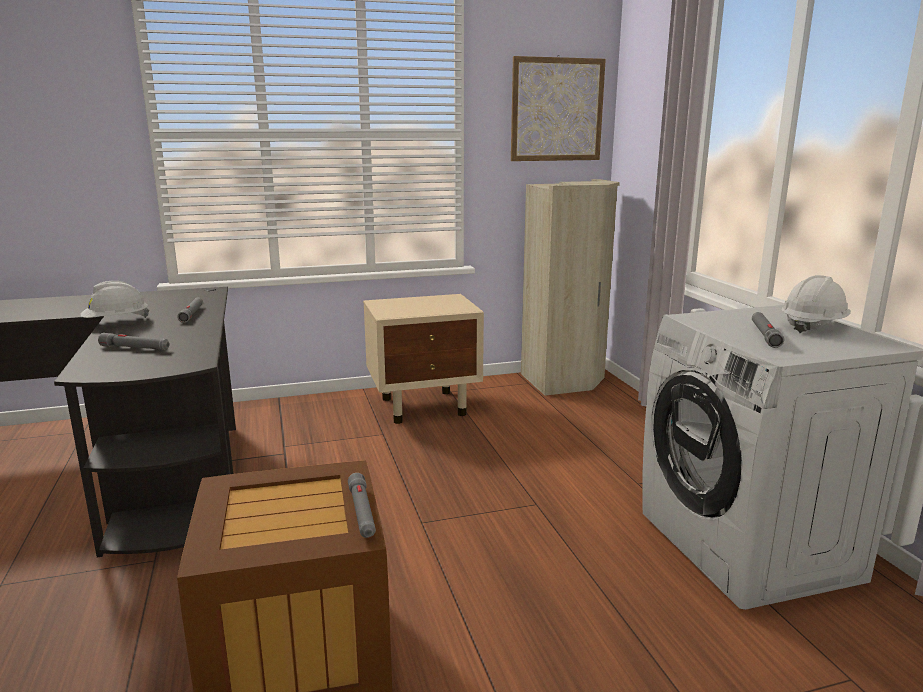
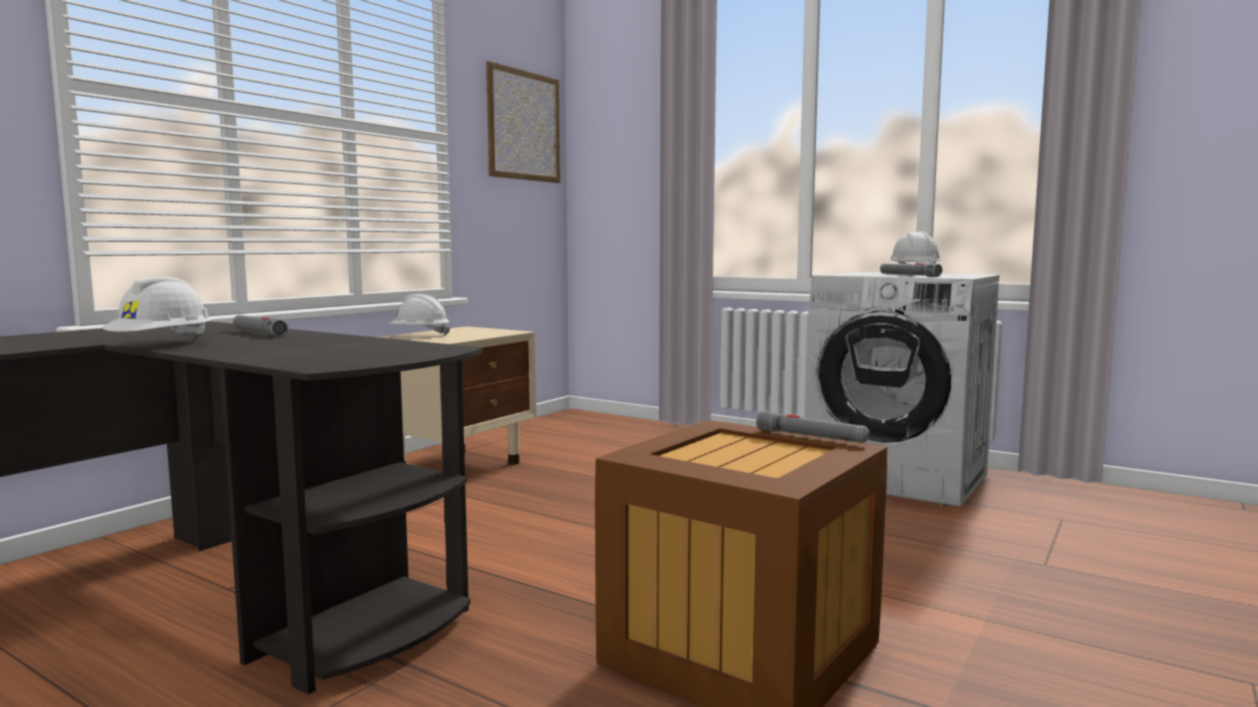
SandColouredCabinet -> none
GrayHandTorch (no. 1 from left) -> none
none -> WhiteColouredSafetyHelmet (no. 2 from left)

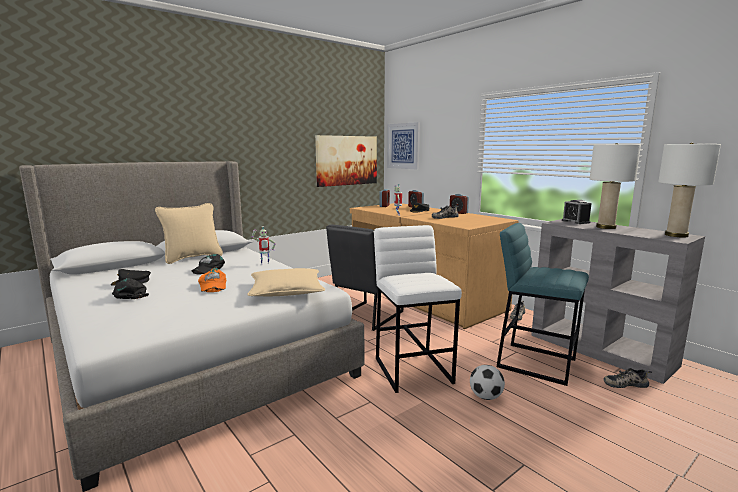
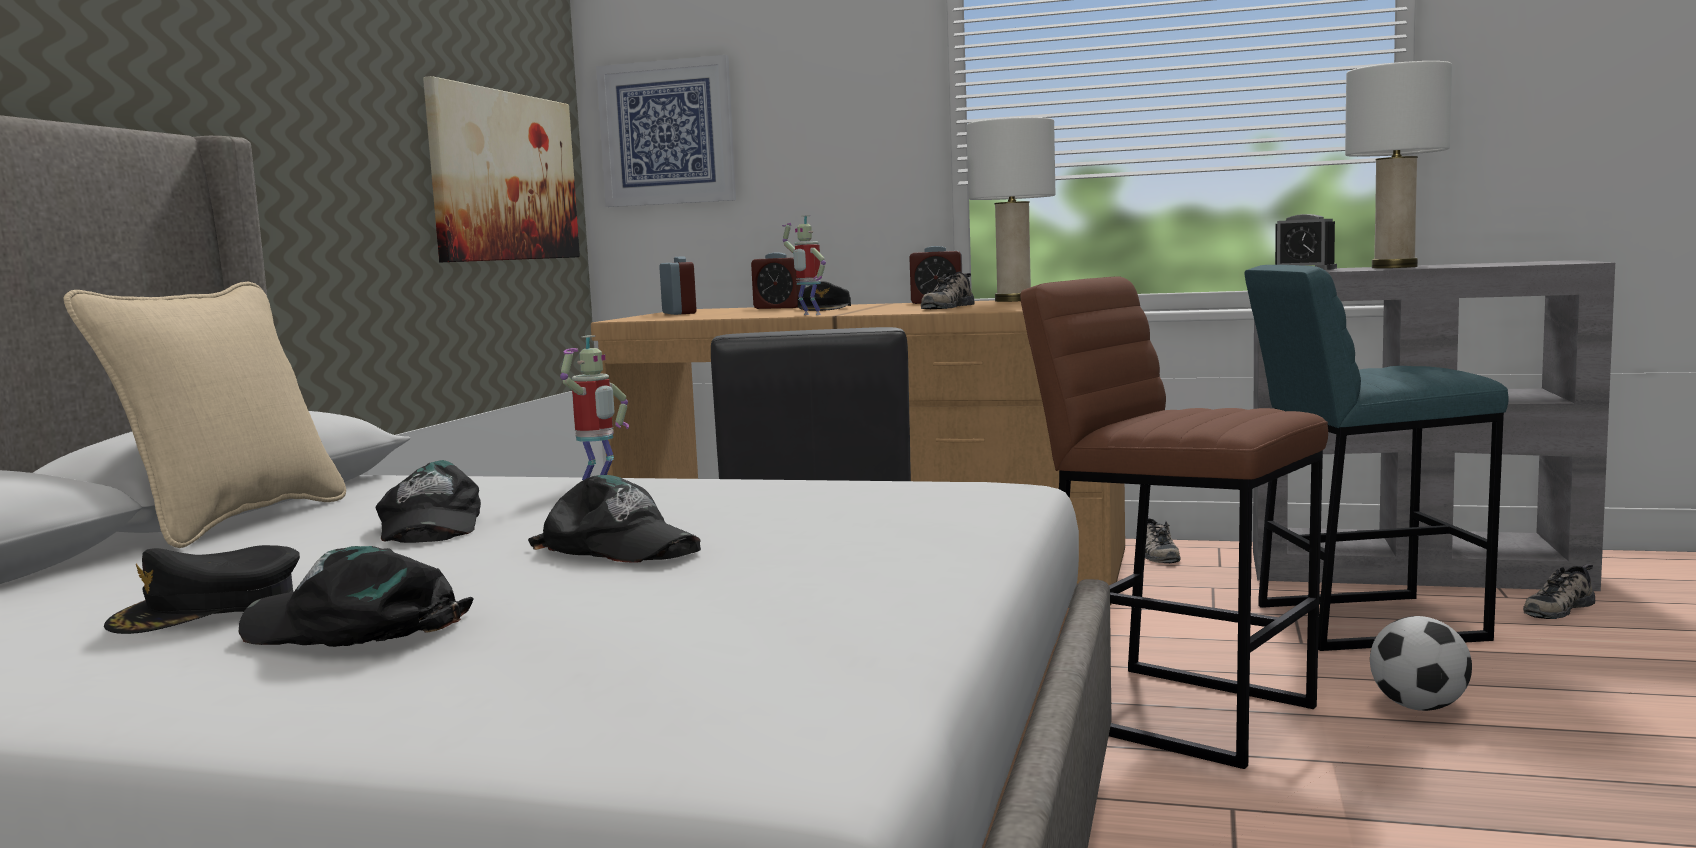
WhiteColouredTabletopLamp (no. 2 from left in the first image) -> WhiteColouredTabletopLamp (no. 1 from left), shifted
WhiteColouredSittingStool -> BrownColouredSittingStool
OrangeyBaseballCap -> BlackBaseballCap (no. 4 from left)
SandColouredCushion (no. 2 from left) -> none

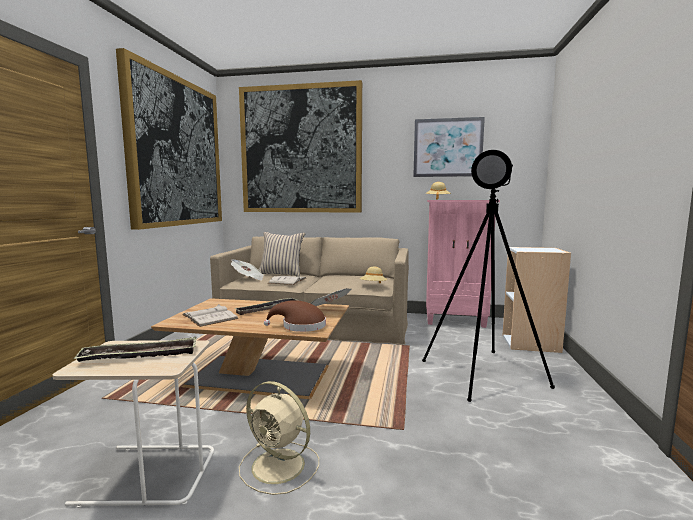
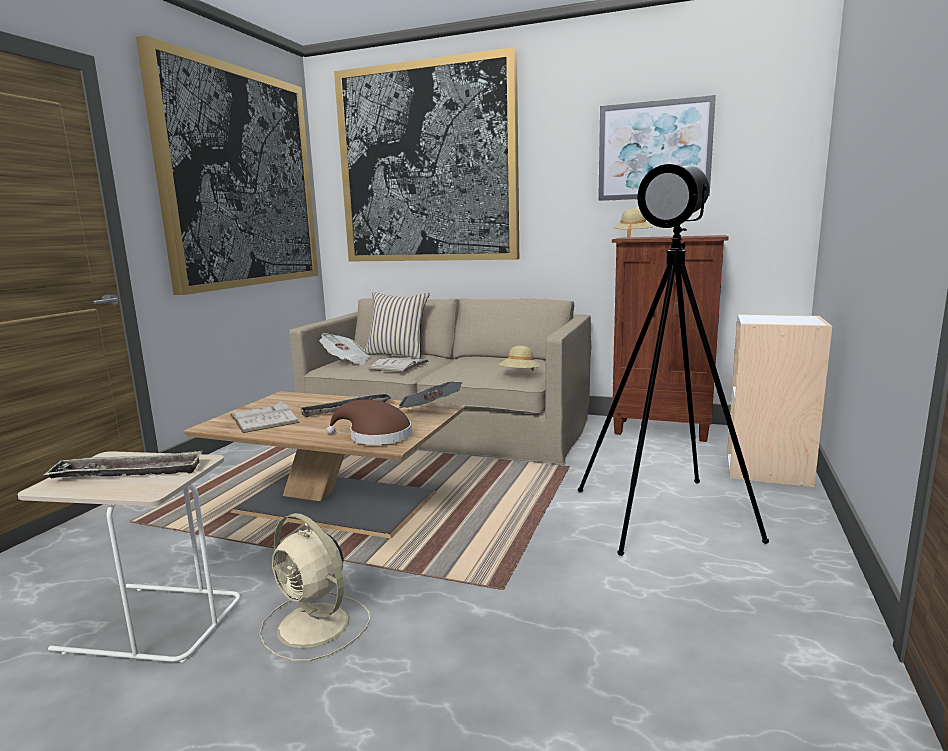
PinkColouredCabinet -> BrownColouredCabinet

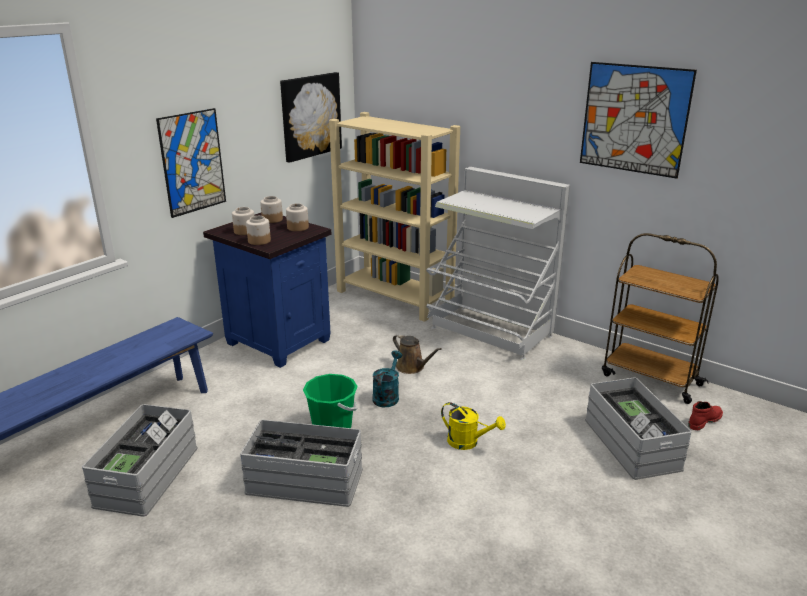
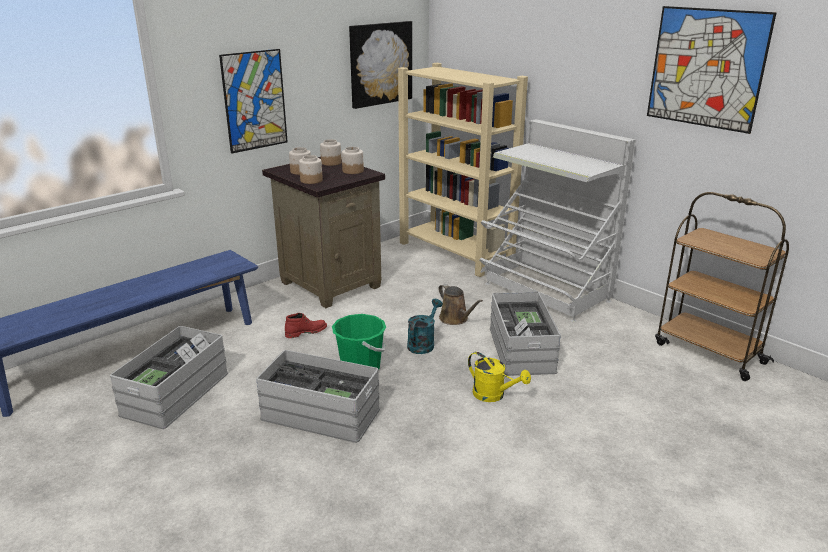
BlueColouredCabinet -> SandColouredCabinet
GrayStorageBox (no. 3 from left), shifted
RedColouredBoot, shifted

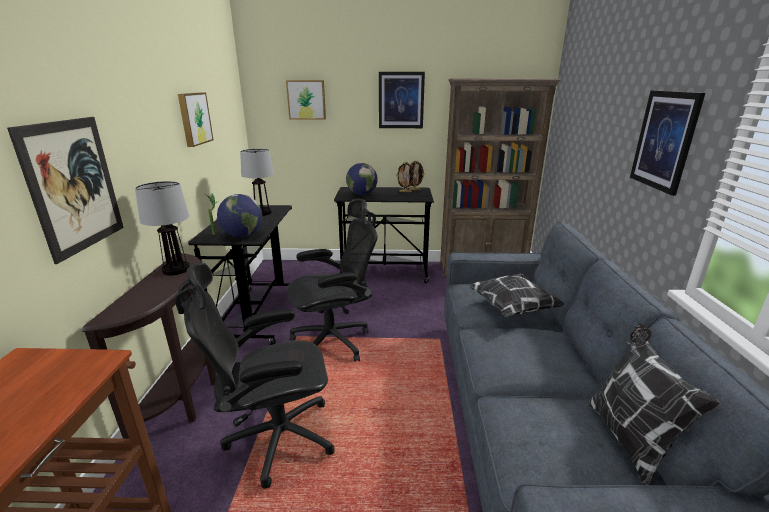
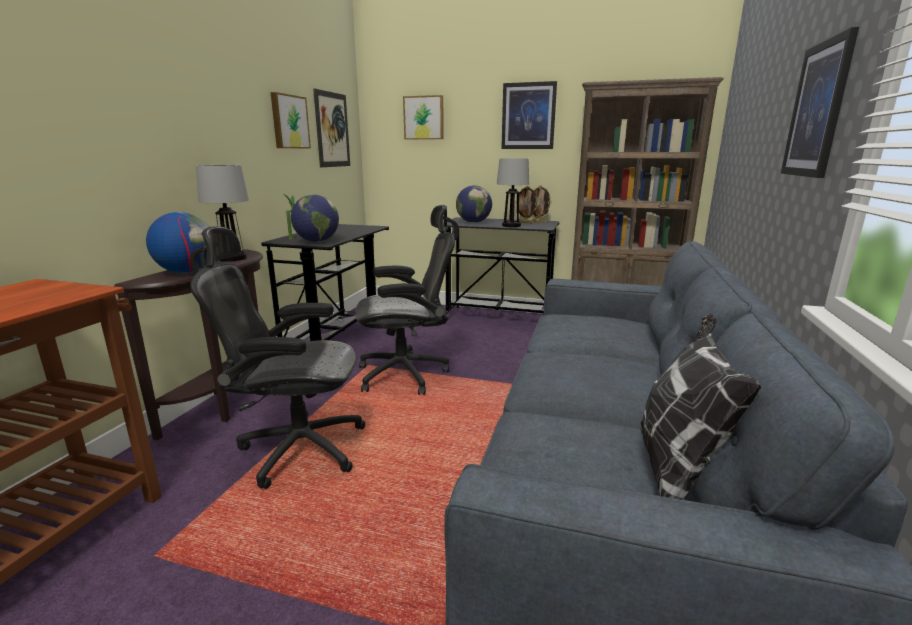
WallArt (no. 1 from left in the first image) -> WallArt (no. 2 from left), shifted
TabletopLamp (no. 2 from left), shifted
Cushion (no. 1 from left) -> none
none -> DeskGlobe (no. 1 from left)

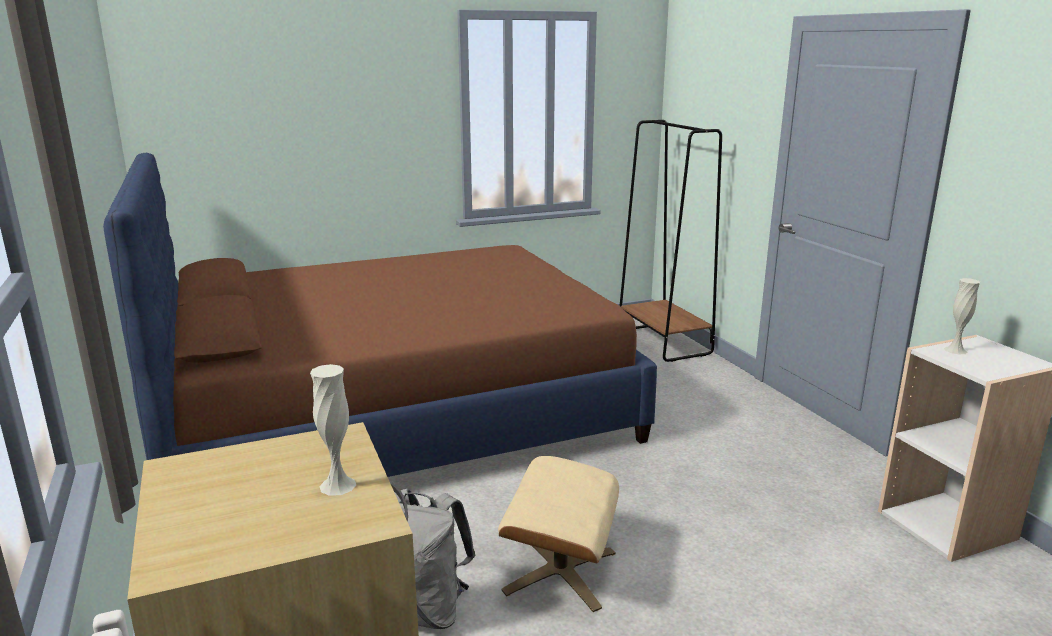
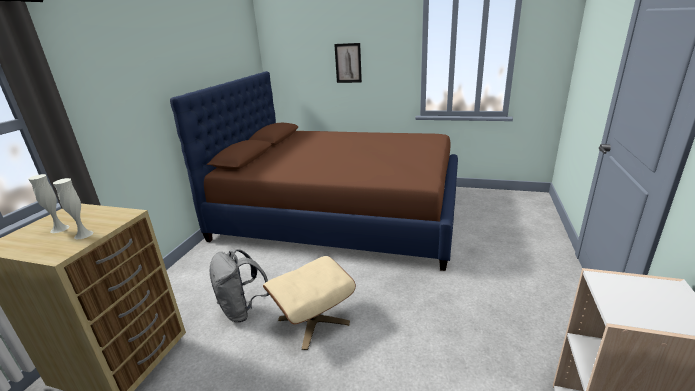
ClothesRack -> none
WhiteColouredFlowerVase (no. 2 from left in the first image) -> WhiteColouredFlowerVase (no. 1 from left), shifted
none -> WallArt

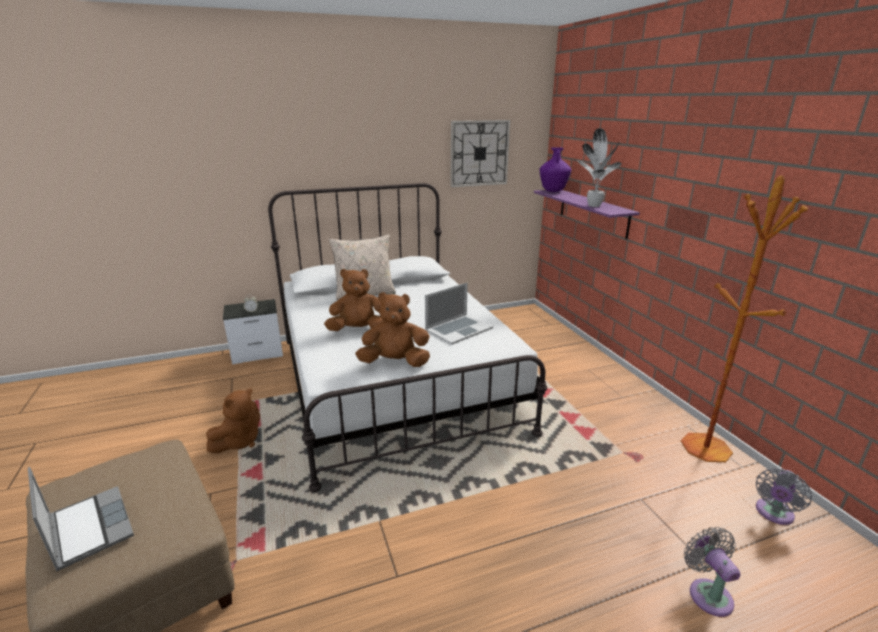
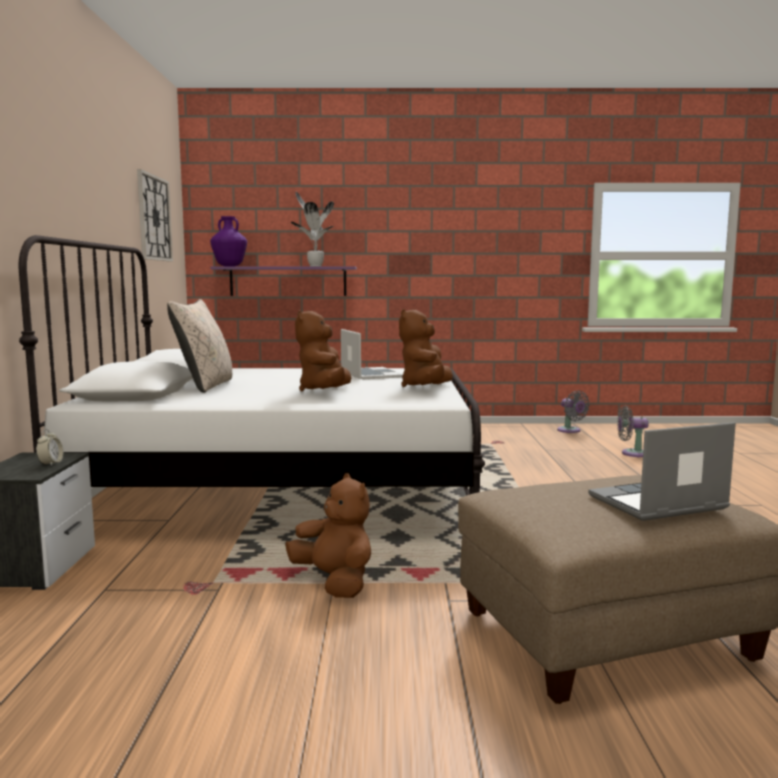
OrangeyClothesRack -> none

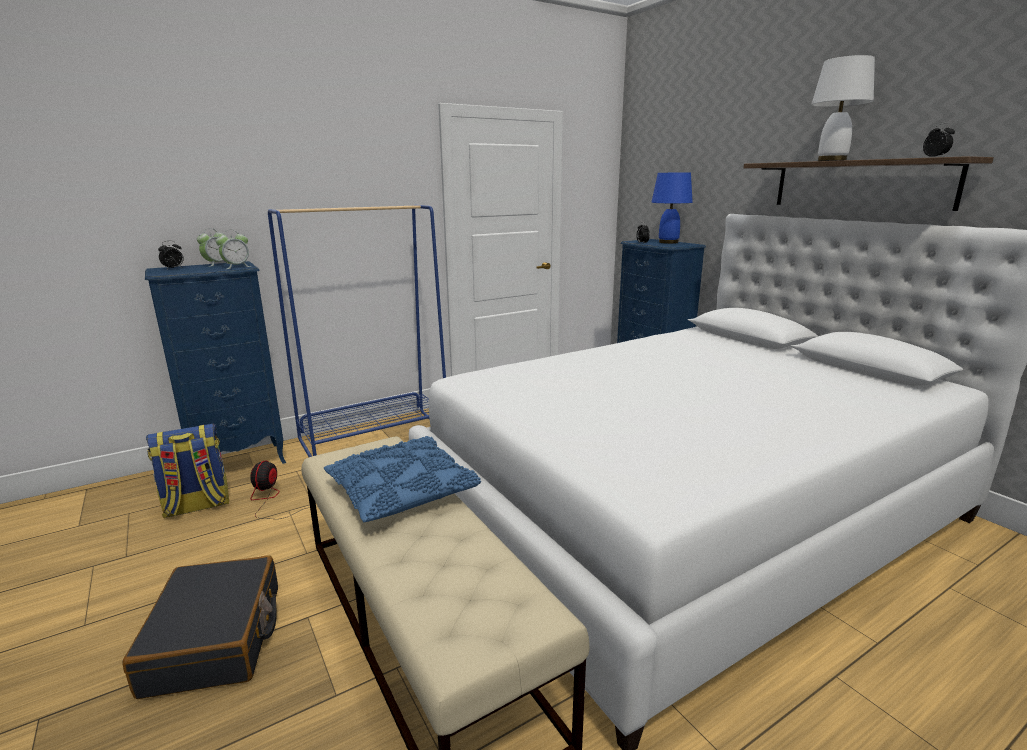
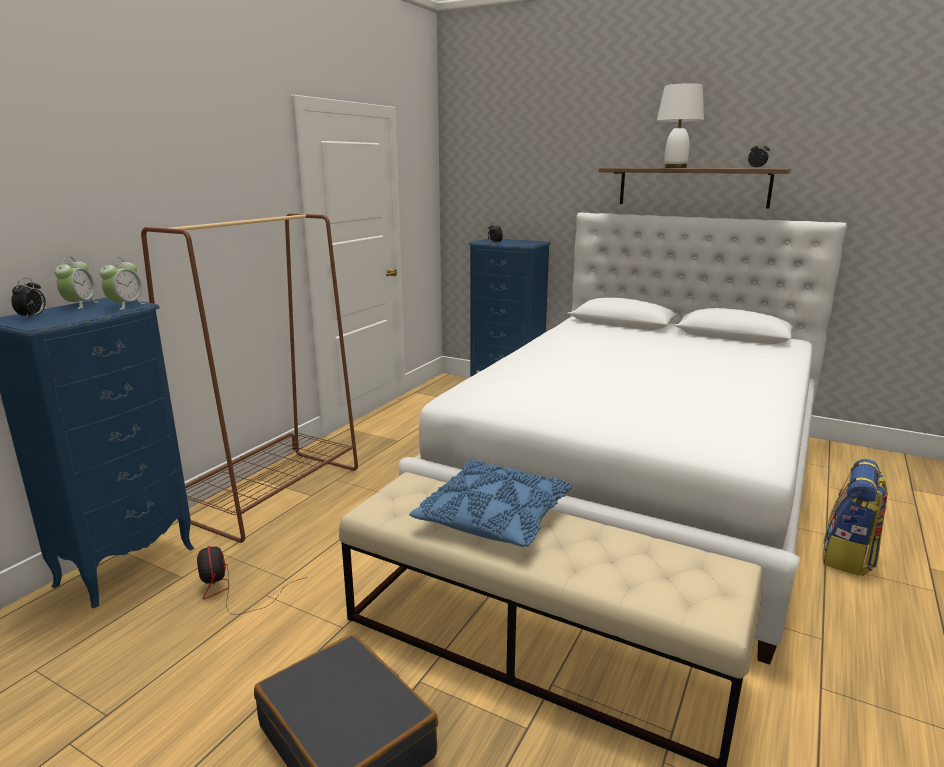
BlueColouredTabletopLamp -> none
BlueColouredClothesRack -> BrownColouredClothesRack
Backpack, shifted

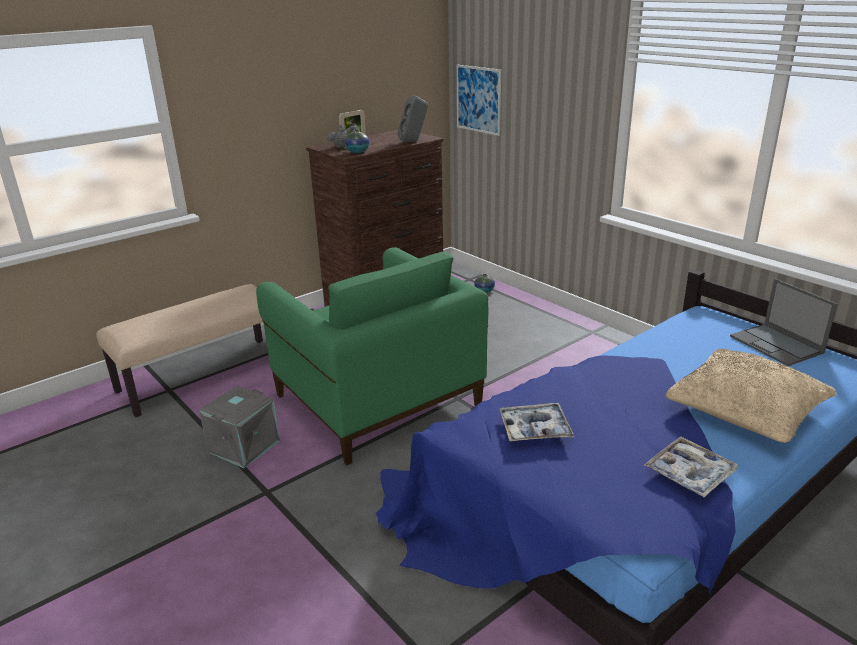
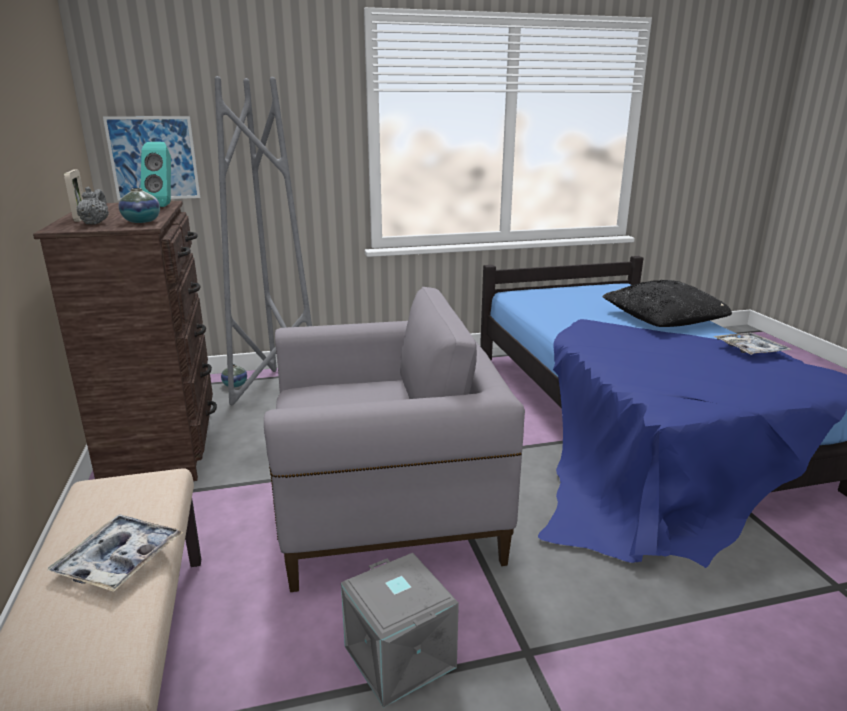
GraySpeaker -> TurquoiseSpeaker
GreenLoungeChair -> GrayLoungeChair
NotebookComputer -> none
SandColouredCushion -> BlackCushion
CarryingTray (no. 1 from left), shifted
none -> GrayClothesRack

